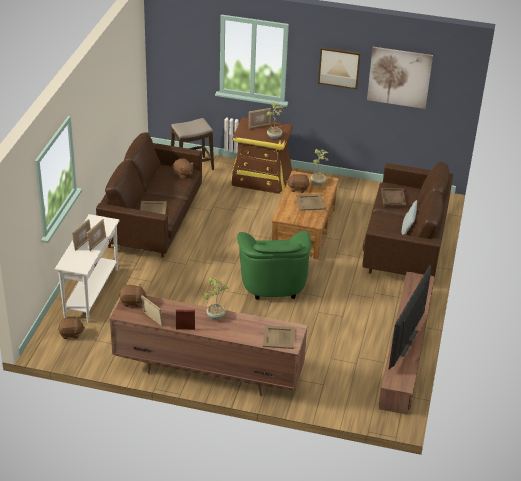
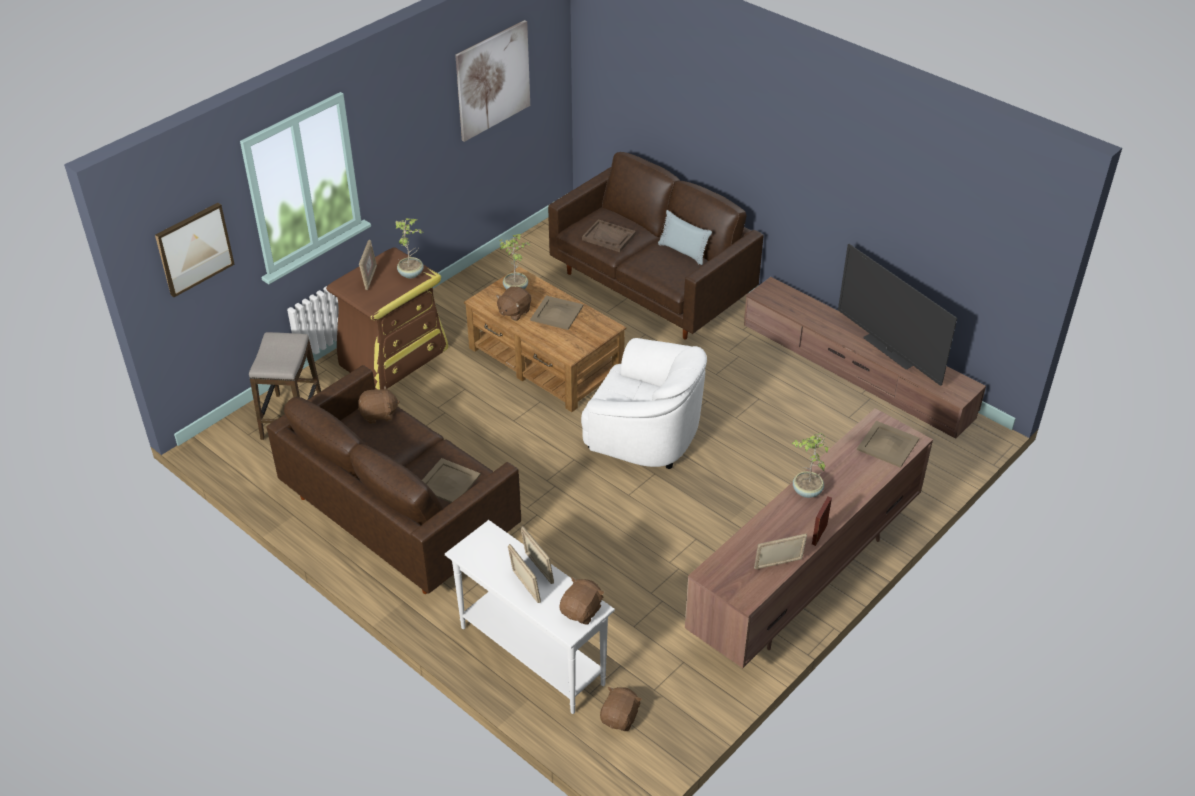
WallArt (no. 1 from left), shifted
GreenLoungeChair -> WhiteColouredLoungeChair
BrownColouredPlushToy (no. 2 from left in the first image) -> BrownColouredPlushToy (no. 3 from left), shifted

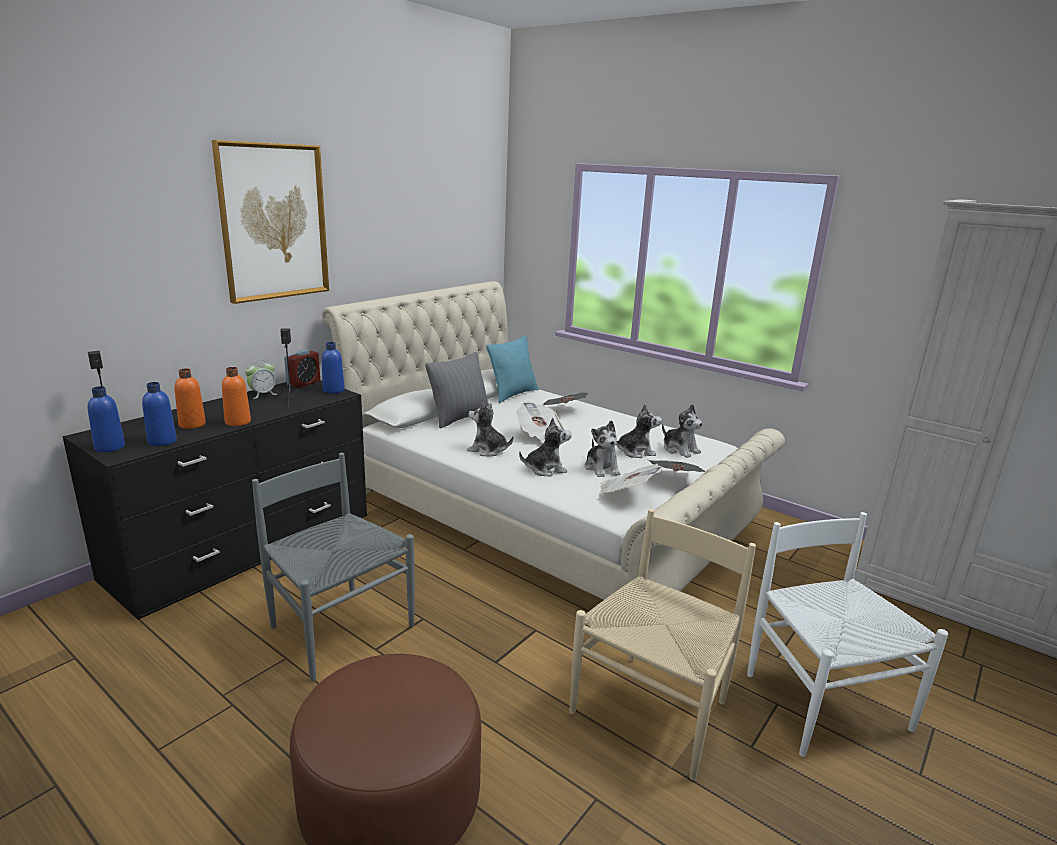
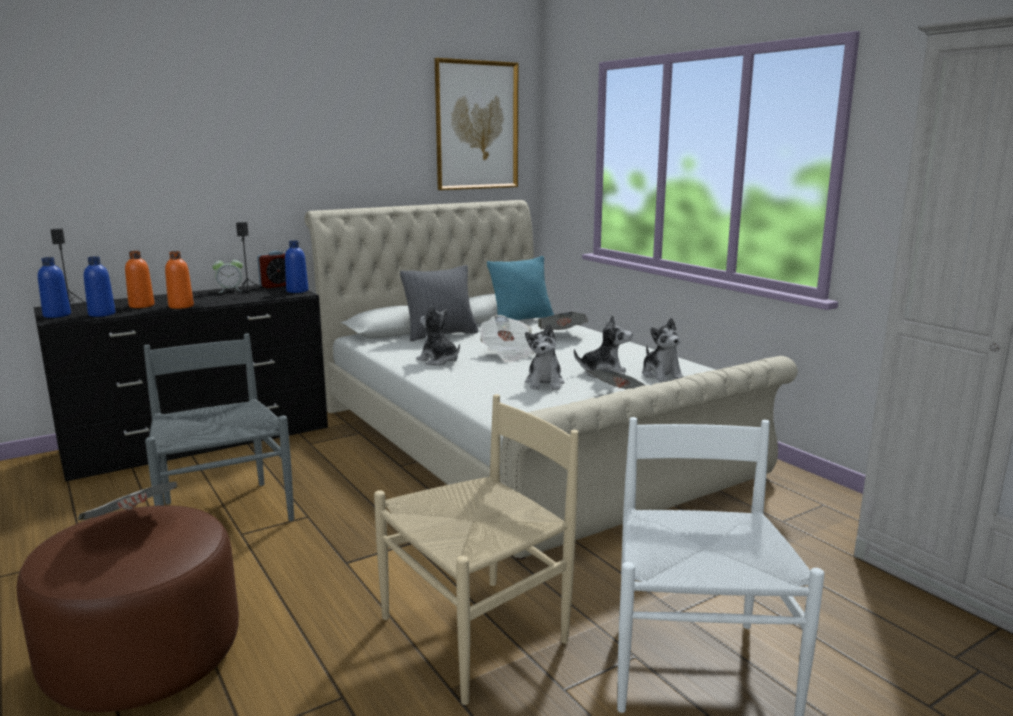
WallArt, shifted
PlushToy (no. 2 from left) -> none
Newspaper (no. 3 from left in the first image) -> Newspaper (no. 1 from left), shifted

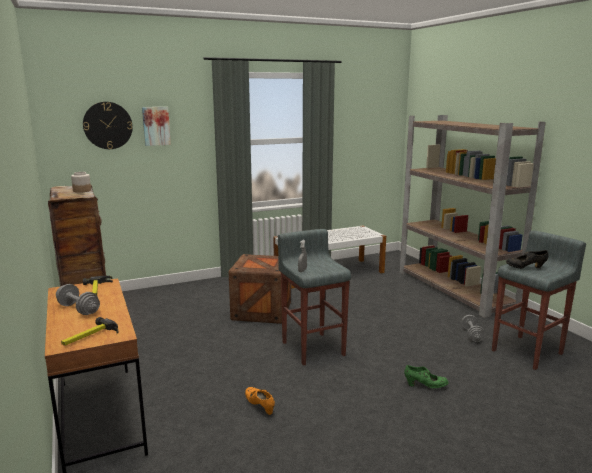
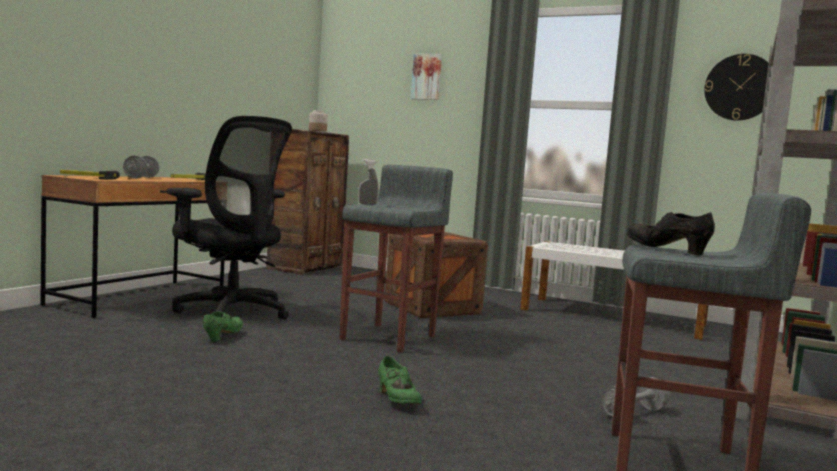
WallClock, shifted
OrangeyLowShoe -> GreenLowShoe (no. 1 from left)
none -> BlackOfficeChair

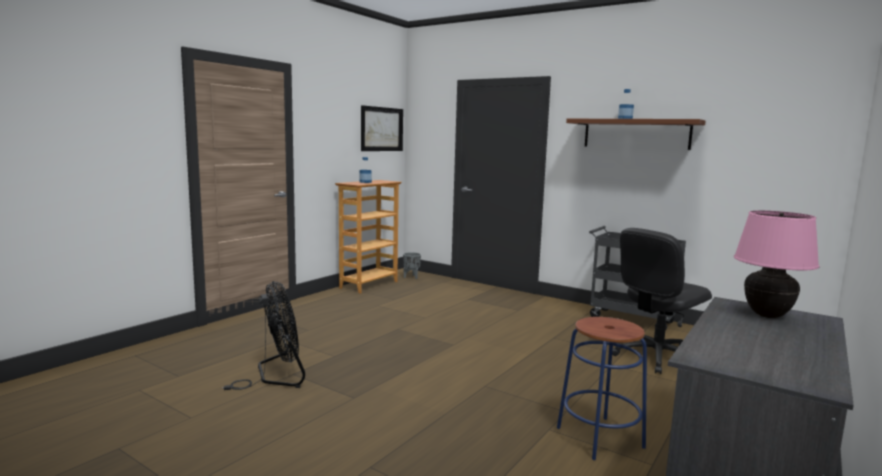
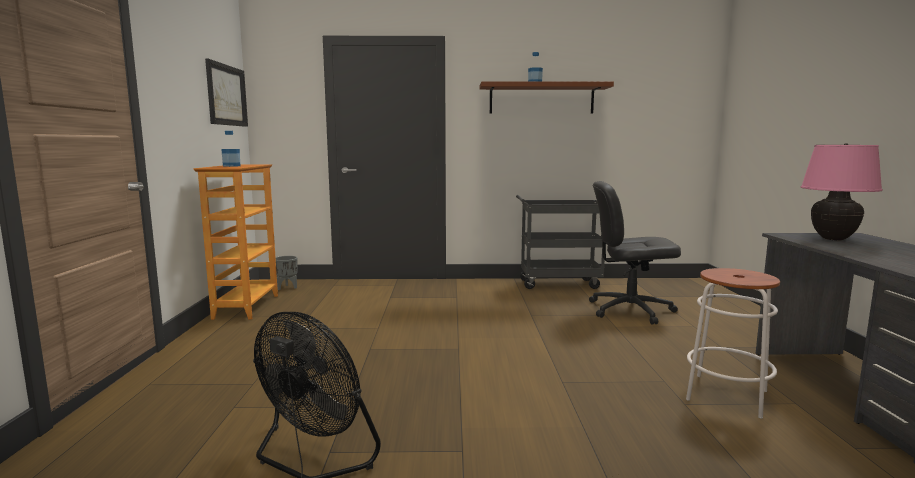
BlackOfficeChair, 75 degrees clockwise
BlueColouredSittingStool -> WhiteColouredSittingStool

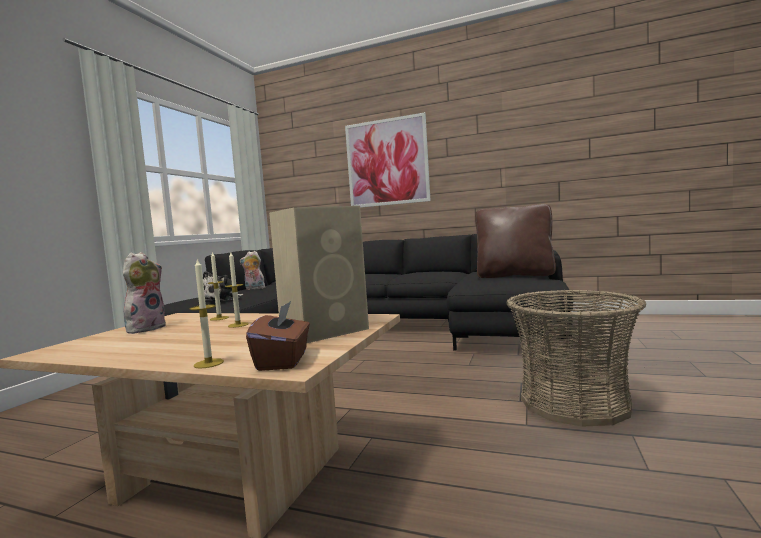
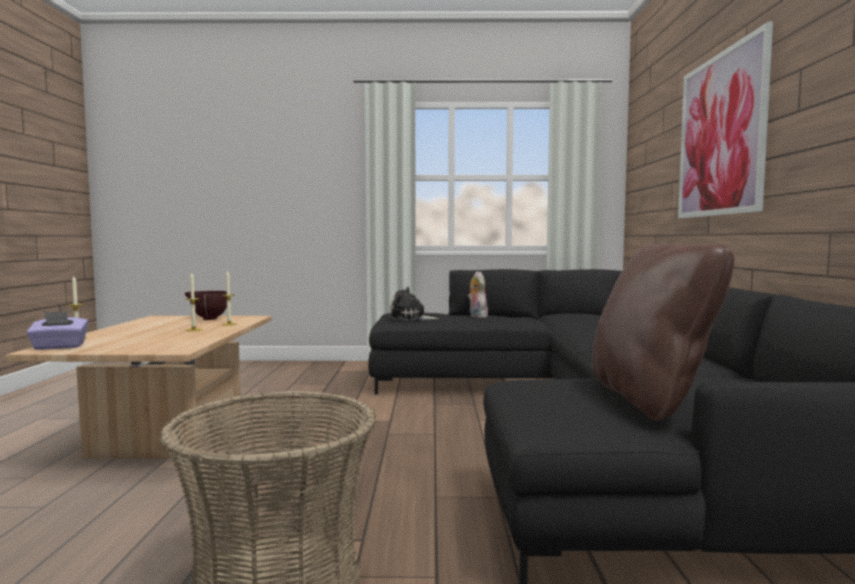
SandColouredSpeaker -> none
PlushToy (no. 1 from left) -> BrownColouredDeepDish
BrownColouredTissueHolder -> PurpleColouredTissueHolder

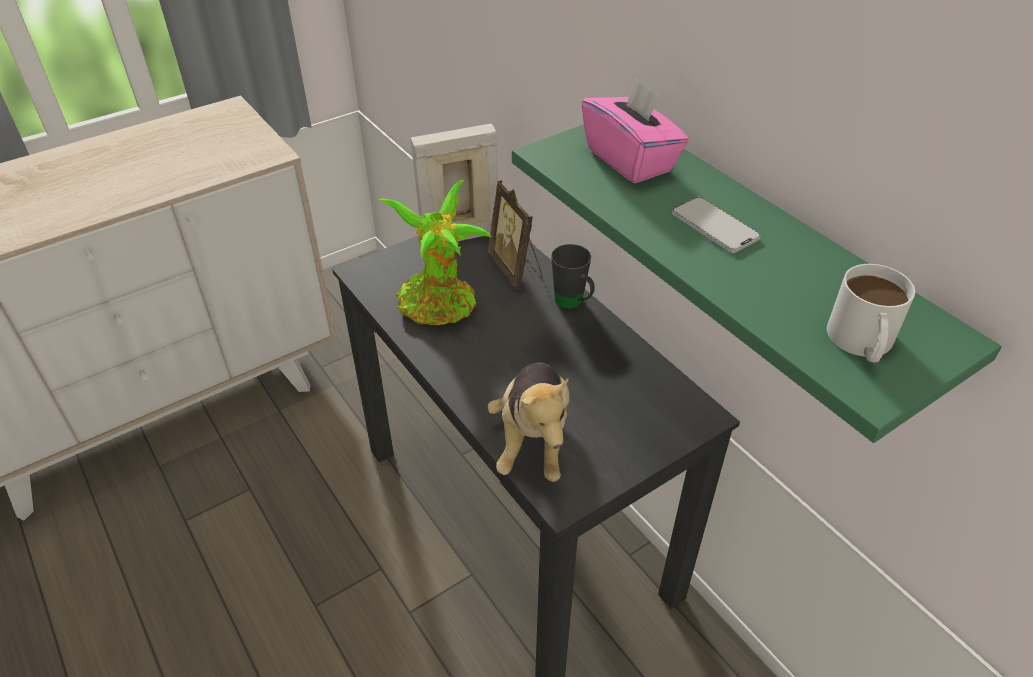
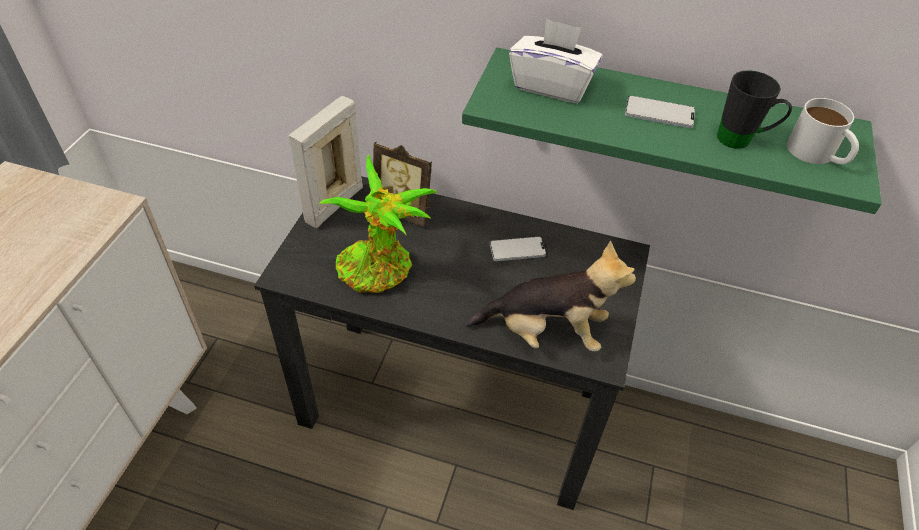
PinkColouredTissueHolder -> WhiteColouredTissueHolder
BlackMug, shifted
PlushToy, 45 degrees counterclockwise
none -> Handset (no. 1 from left)

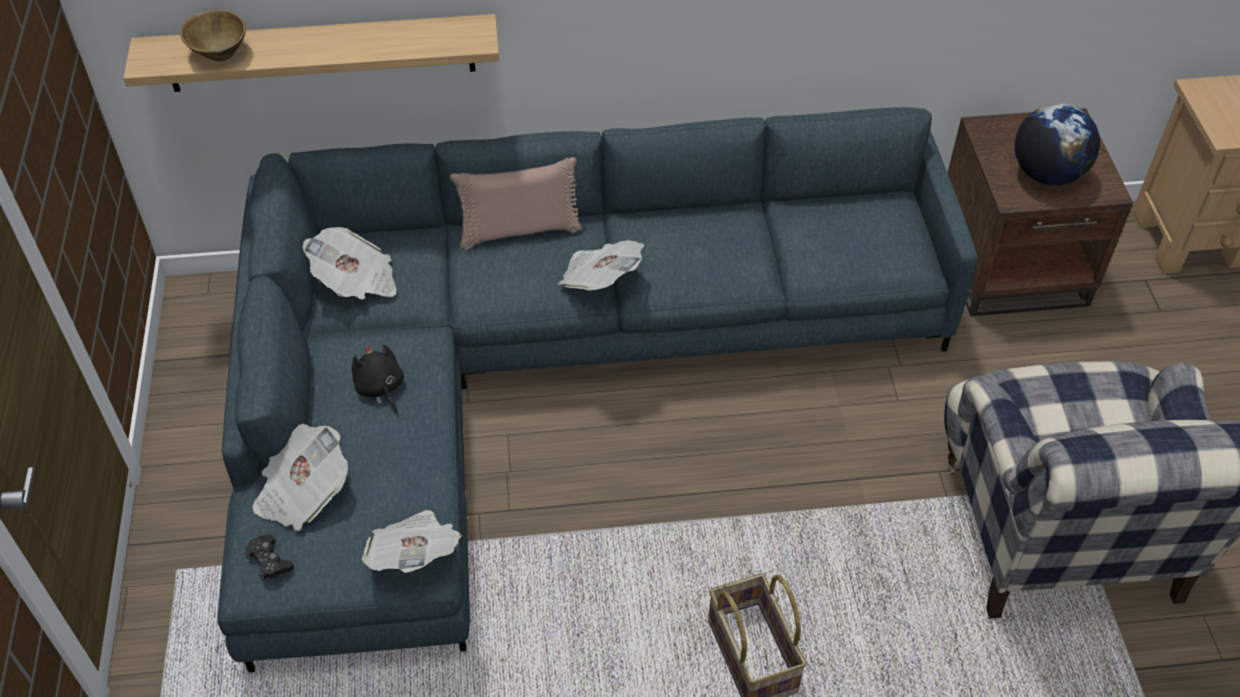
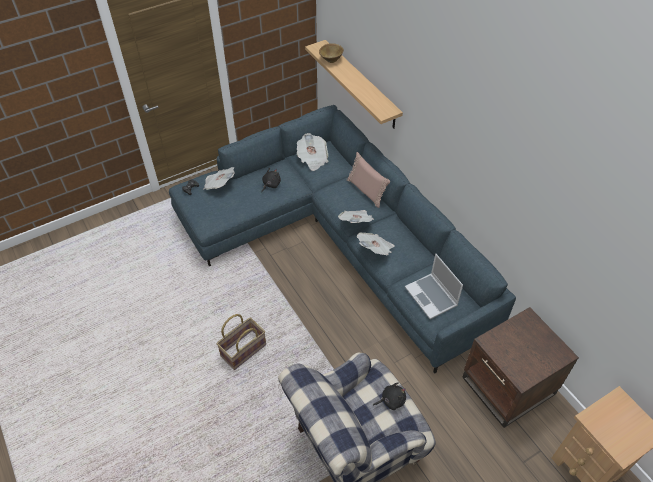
DeskGlobe -> none
Newspaper (no. 3 from left in the first image) -> Newspaper (no. 4 from left), shifted
none -> NotebookComputer
none -> BlackPlushToy (no. 2 from left)

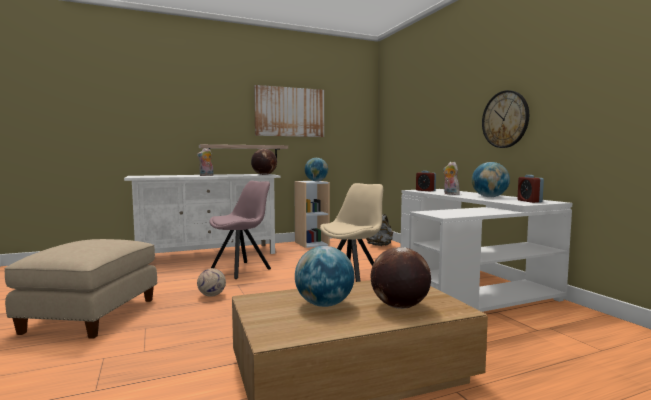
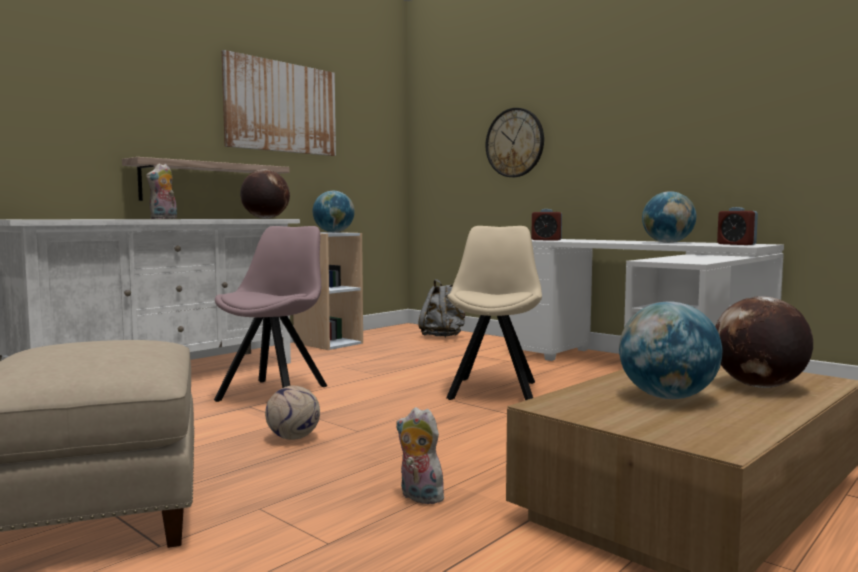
WallClock, shifted
PlushToy (no. 2 from left), shifted

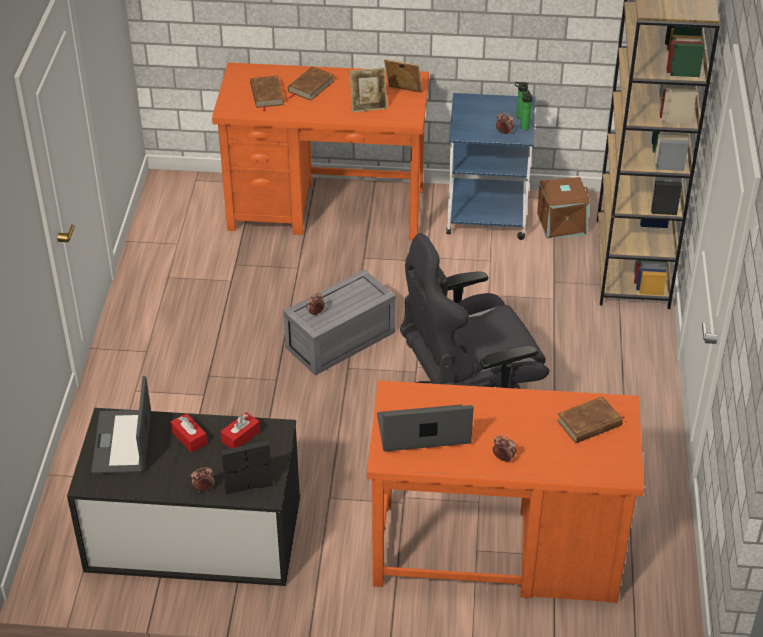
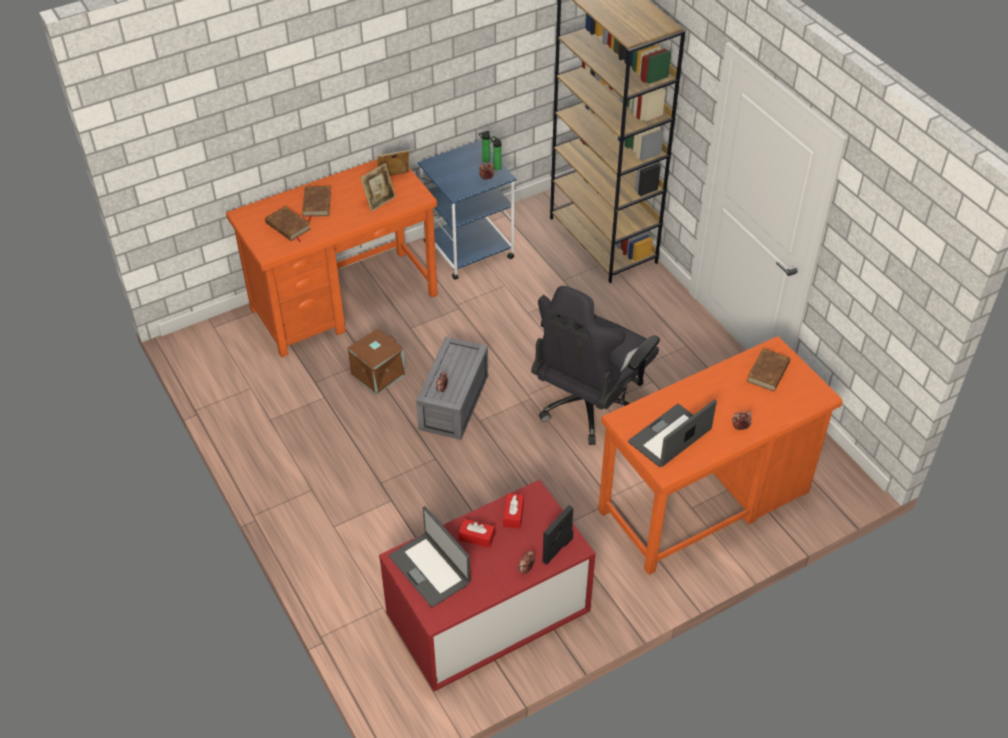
BrownColouredStorageBox, shifted
BlackCabinet -> RedColouredCabinet

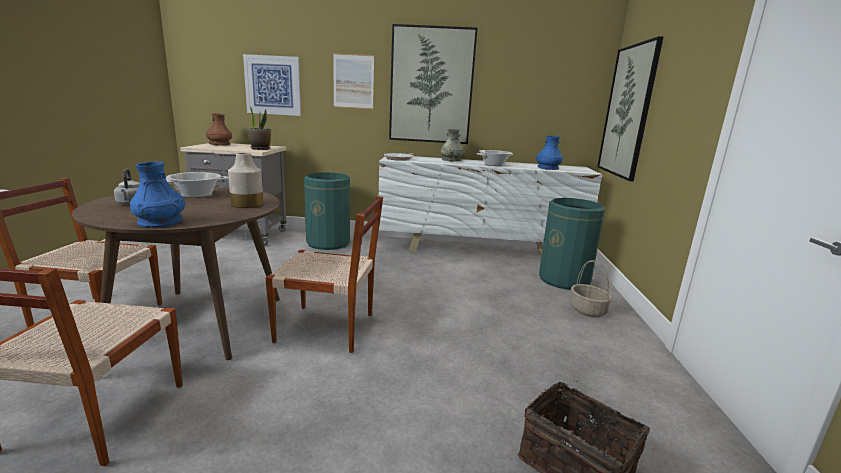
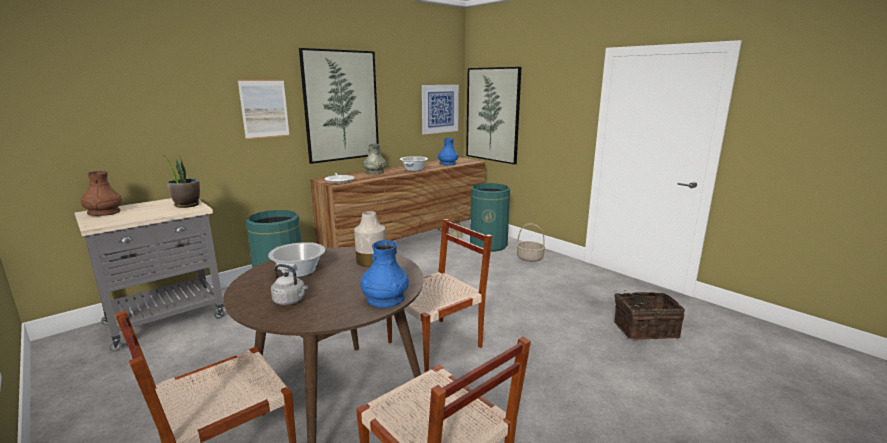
WallArt (no. 1 from left in the first image) -> WallArt (no. 3 from left), shifted
WhiteColouredCabinet -> BrownColouredCabinet

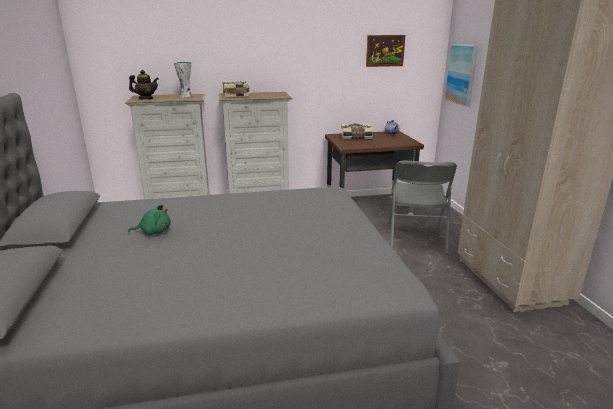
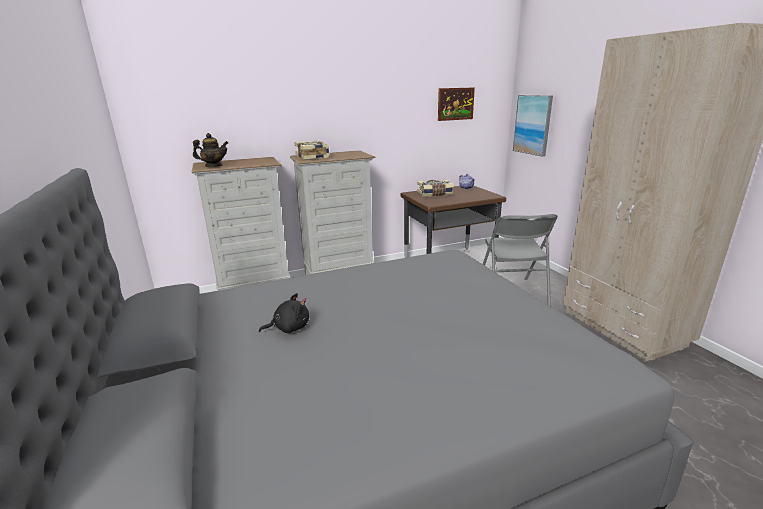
FlowerVase -> none
GreenPlushToy -> BlackPlushToy

